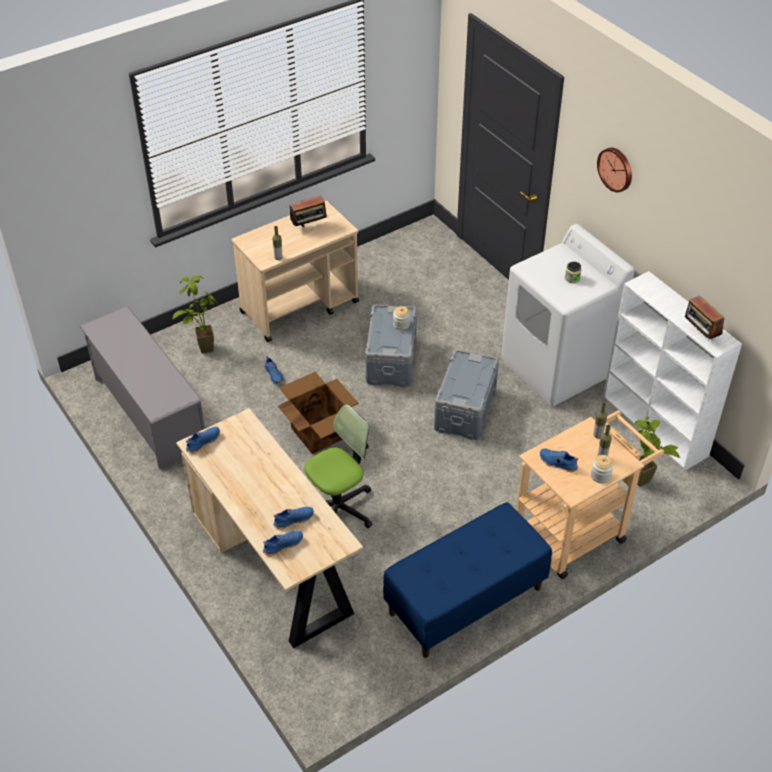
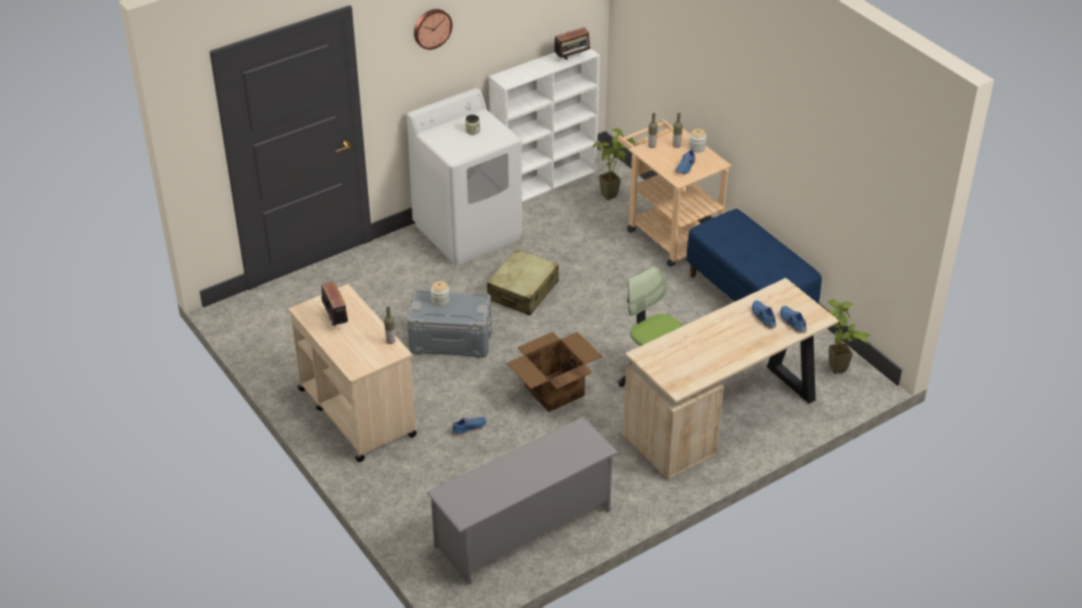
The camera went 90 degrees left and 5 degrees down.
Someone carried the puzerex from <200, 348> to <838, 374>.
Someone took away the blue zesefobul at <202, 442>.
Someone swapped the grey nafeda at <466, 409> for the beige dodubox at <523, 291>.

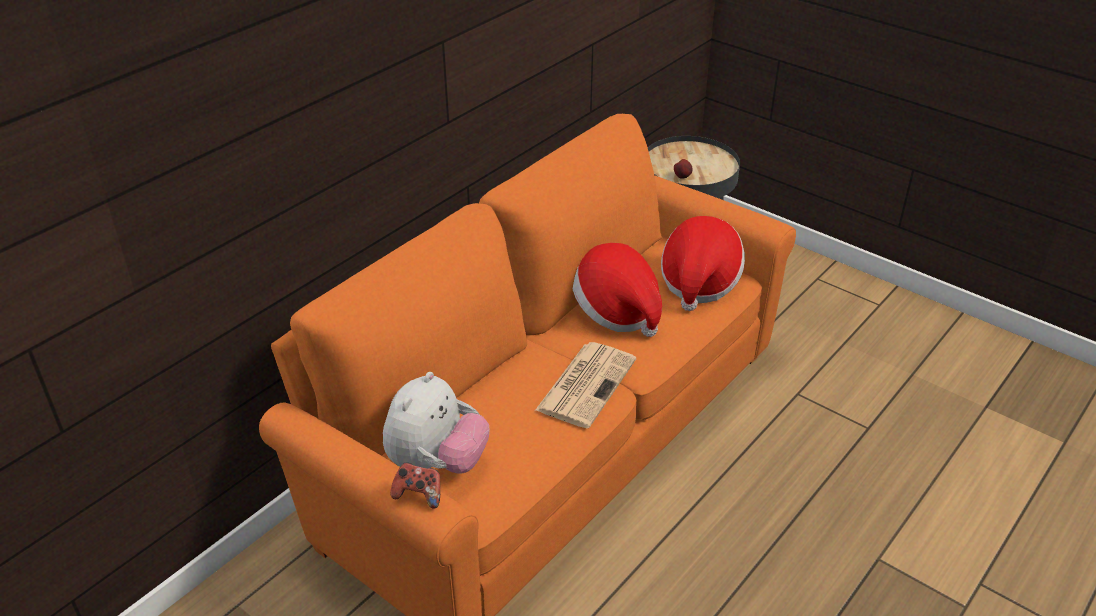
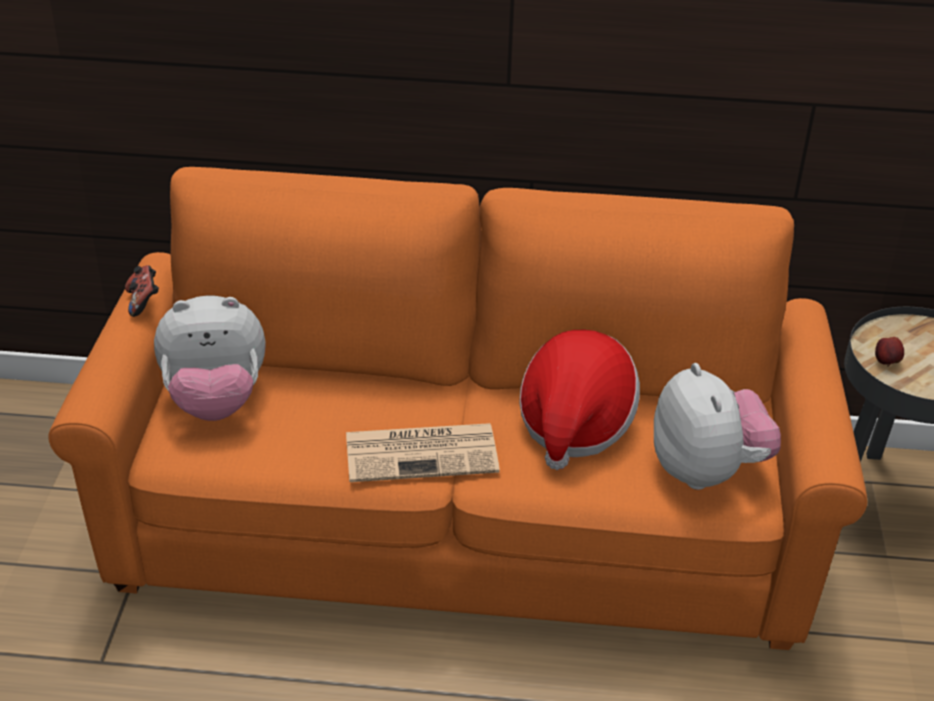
The camera went 55 degrees right and 0 degrees up.
Someone carried the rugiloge from <419, 494> to <143, 302>.
Someone swapped the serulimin at <699, 282> for the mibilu at <707, 471>.

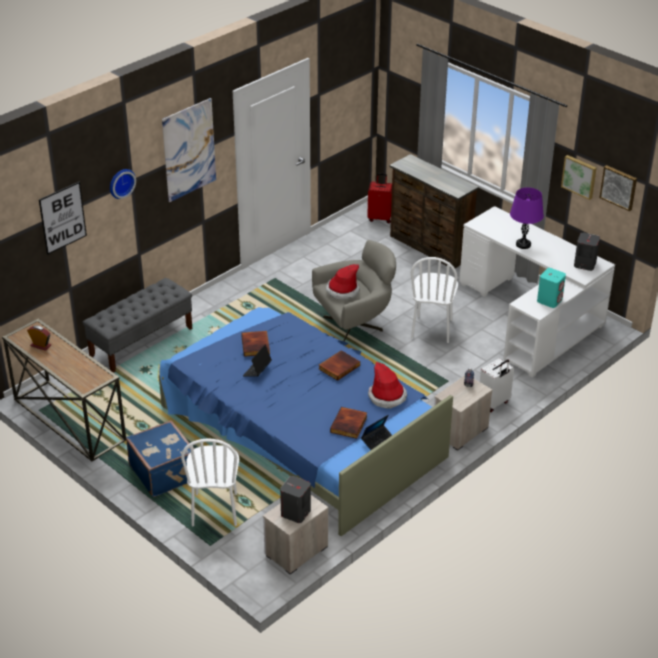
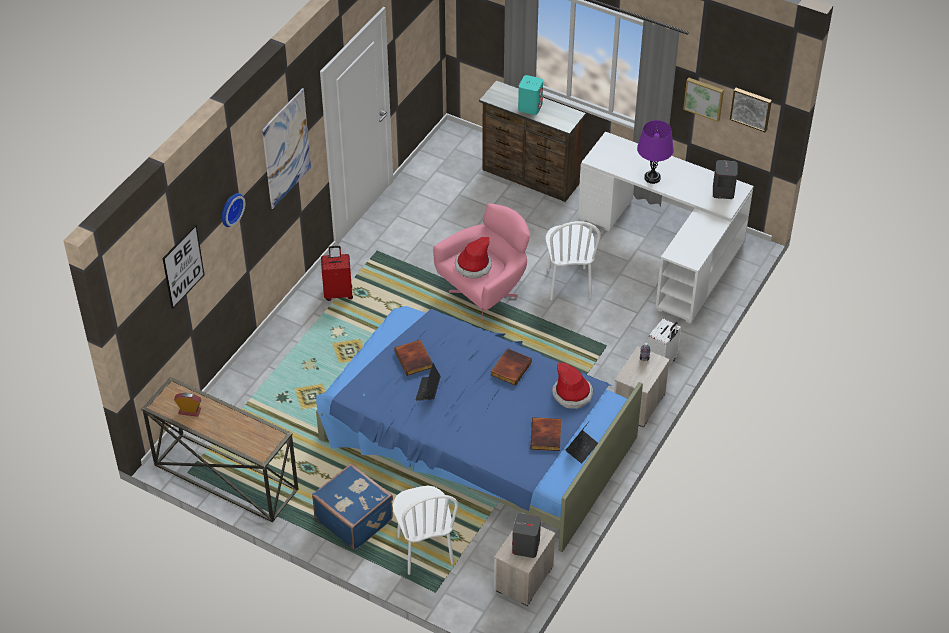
The camera went 15 degrees left and 10 degrees up.
Someone took away the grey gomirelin at <141, 342>.
Someone repainted the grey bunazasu at <355, 324>, which became the pink bunazasu at <485, 293>.
Someone carried the red dodubox from <380, 218> to <338, 293>.
Someone carried the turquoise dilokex from <549, 300> to <530, 107>.

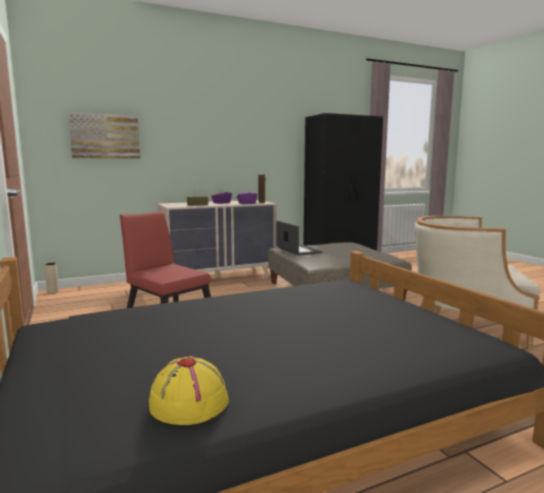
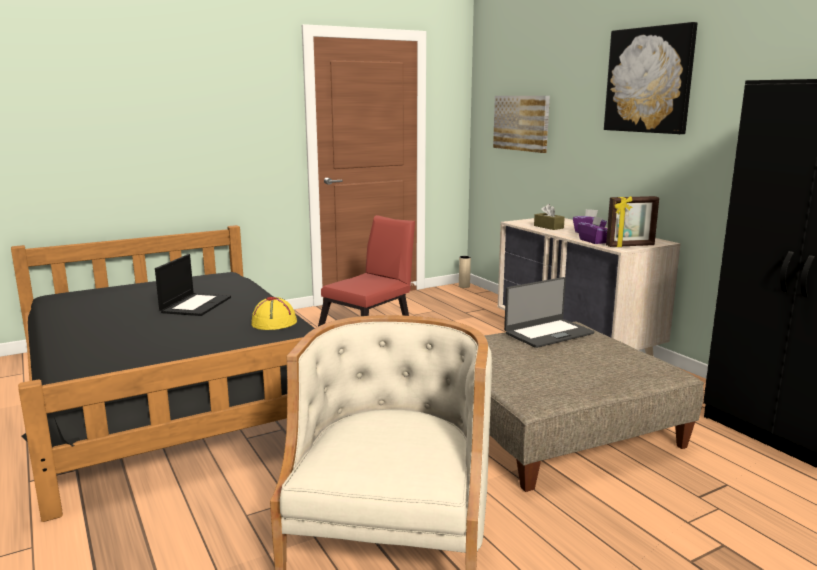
The camera went 85 degrees right and 5 degrees up.
Someone carried the yellow serulimin from <188, 402> to <274, 322>.
Someone put down the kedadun at <196, 305>.
Someone put up the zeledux at <649, 80>.

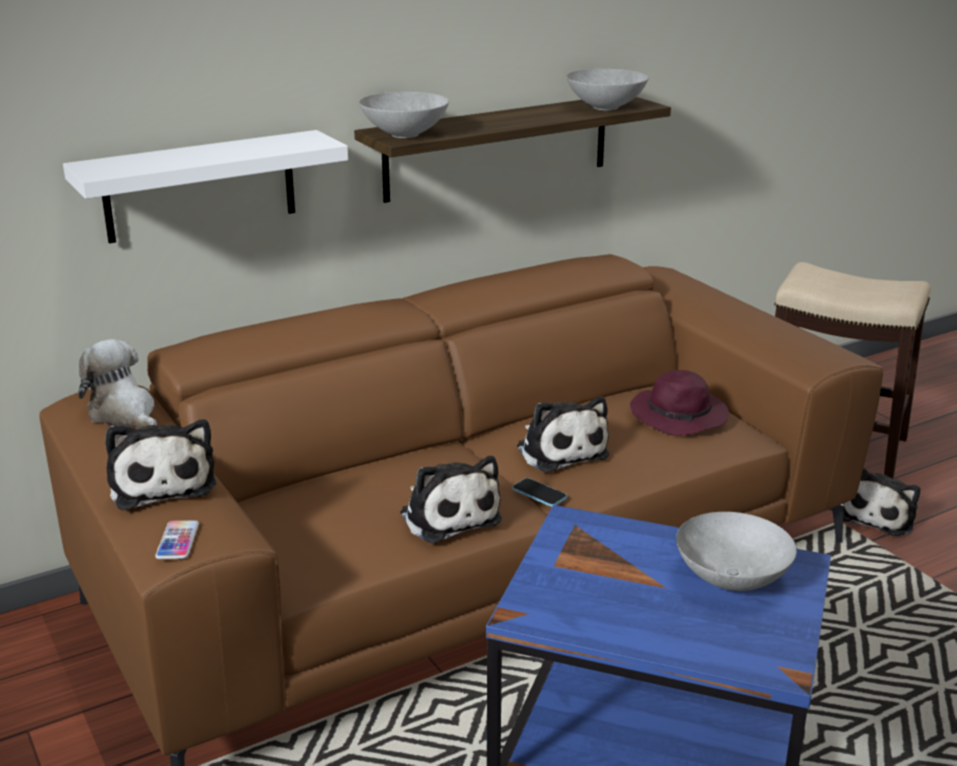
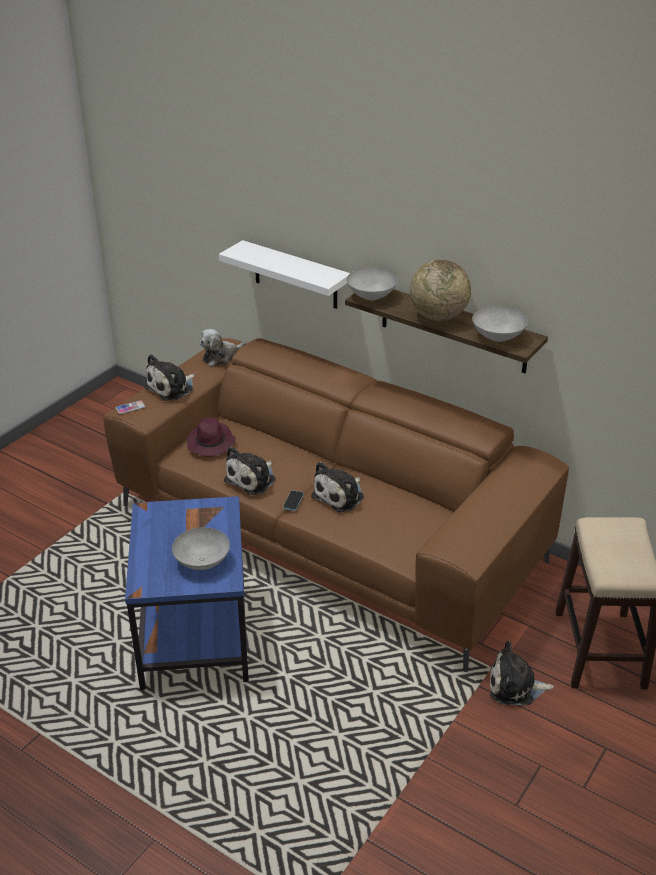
The camera went 65 degrees right and 10 degrees up.
Someone rotated the mibilu at <124, 414> by 150 degrees counterclockwise.
Someone carried the purple serulimin from <680, 416> to <211, 443>.
Someone put down the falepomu at <438, 316>.

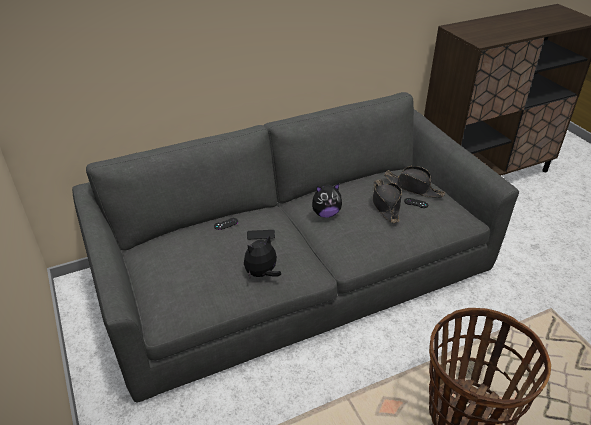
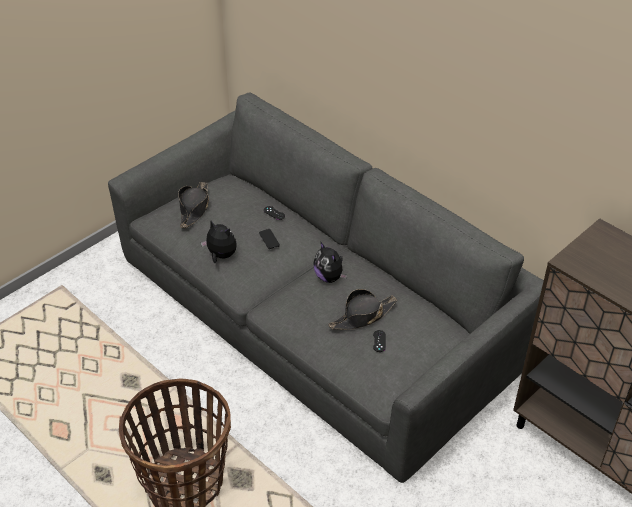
The camera went 70 degrees right and 5 degrees up.
Someone carried the black serulimin from <413, 187> to <194, 208>.

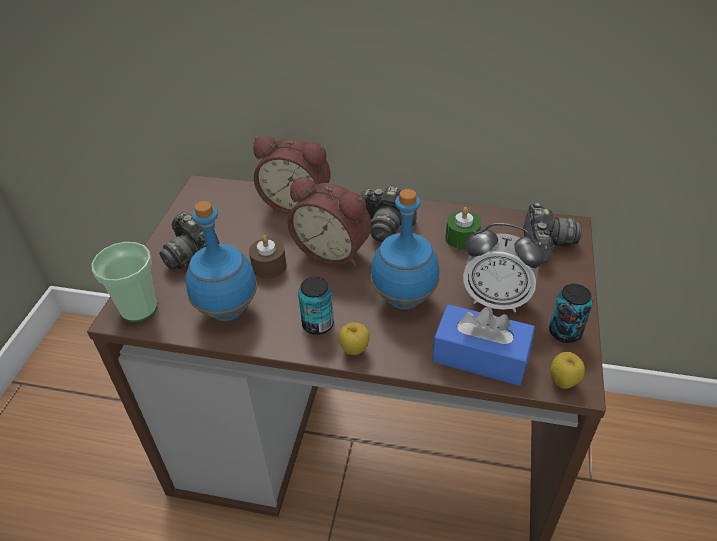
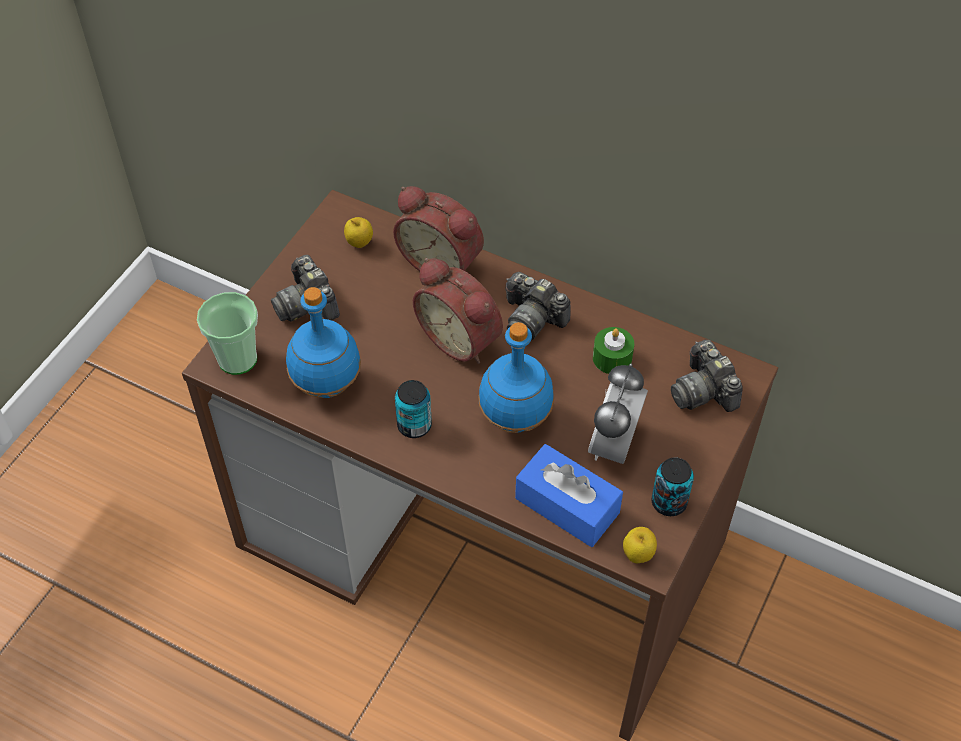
The camera went 15 degrees right and 10 degrees up.
Someone took away the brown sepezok at <269, 266>.
Someone carried the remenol from <354, 350> to <359, 244>.
Someone rotated the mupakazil at <496, 299> by 75 degrees clockwise.
Someone rotated the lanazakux at <545, 245> by 135 degrees clockwise.

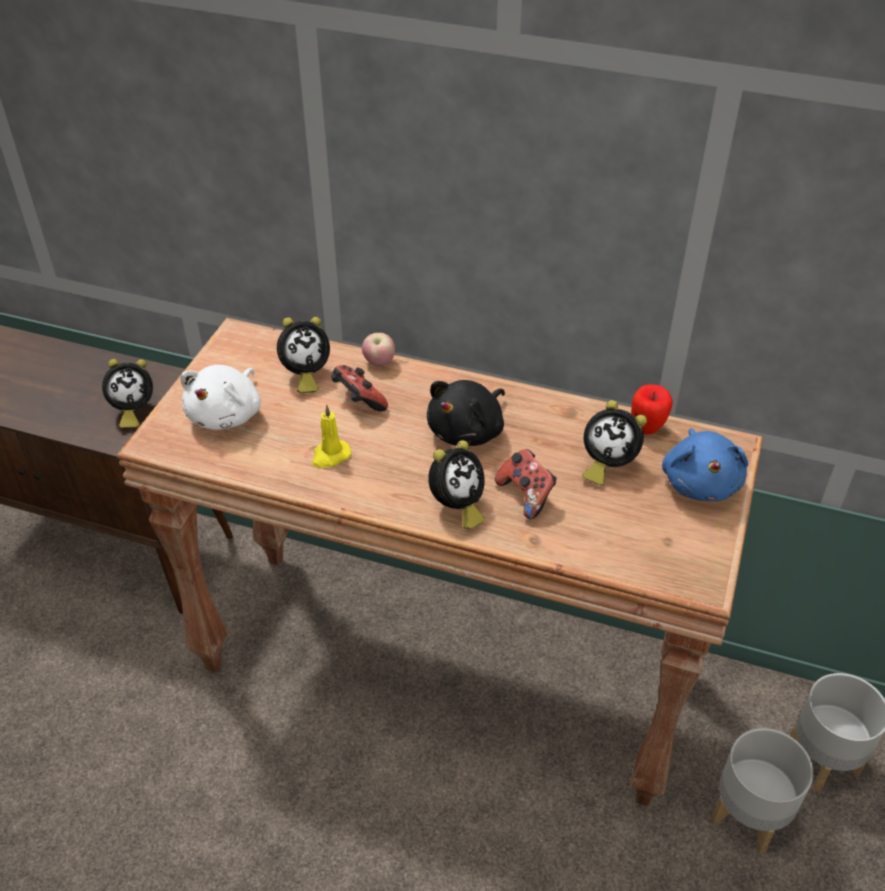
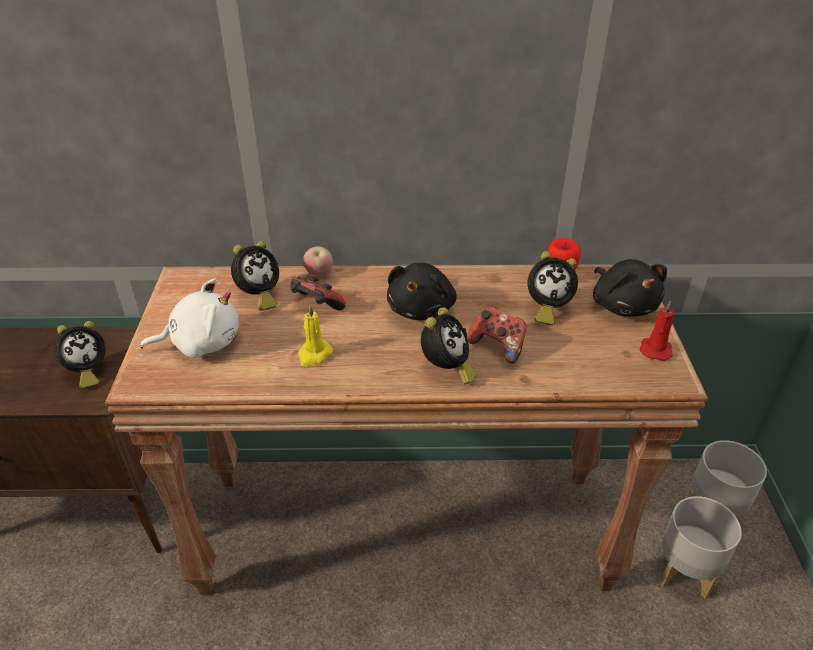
The camera went 20 degrees left and 5 degrees down.
Someone rotated the white mibilu at <227, 414> by 105 degrees counterclockwise.
Someone repainted the blue mibilu at <700, 482>, which became the black mibilu at <623, 305>.
Someone put down the red sepezok at <655, 349>.

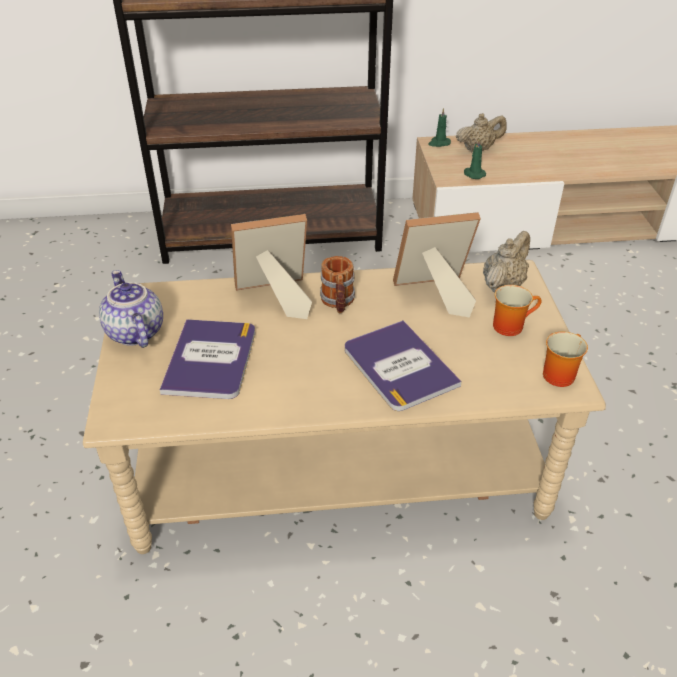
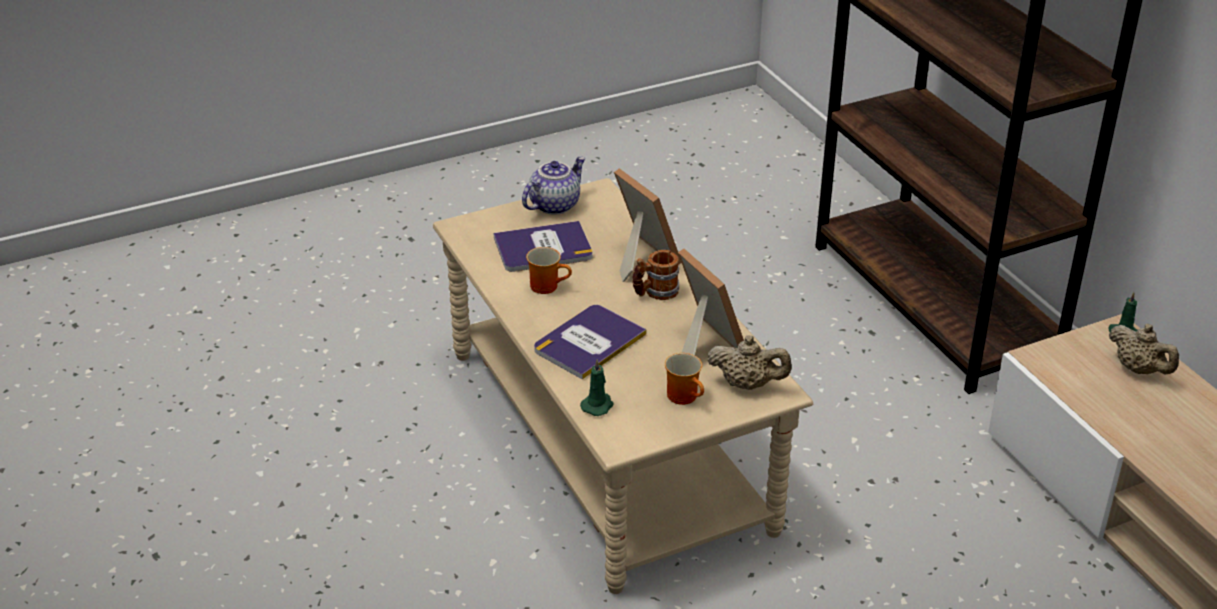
The camera went 70 degrees right and 5 degrees down.
Someone carried the green sepezok from <473, 174> to <598, 405>.
Someone carried the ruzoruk from <558, 372> to <548, 285>.

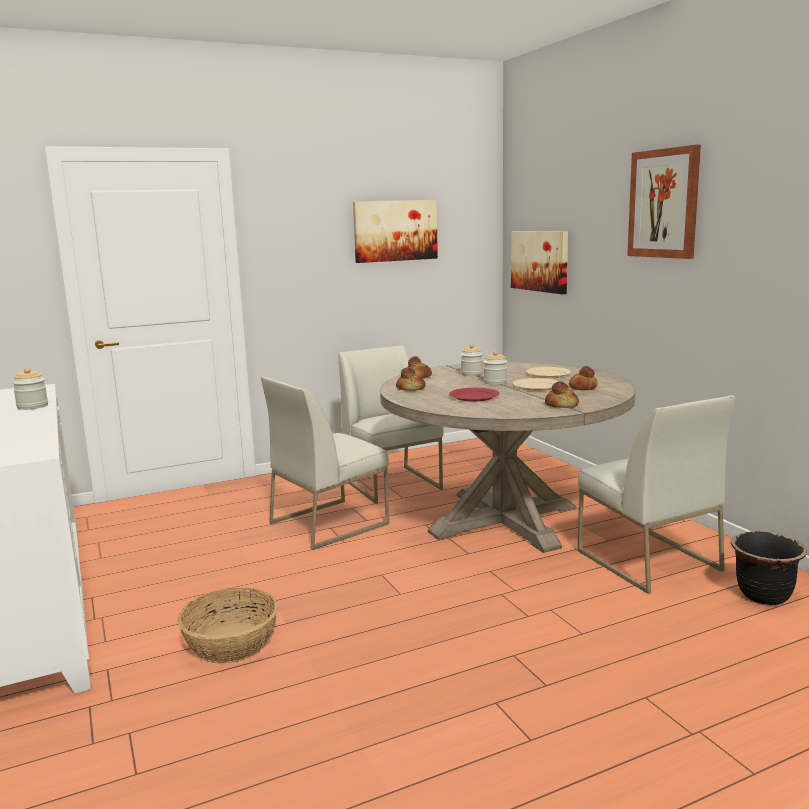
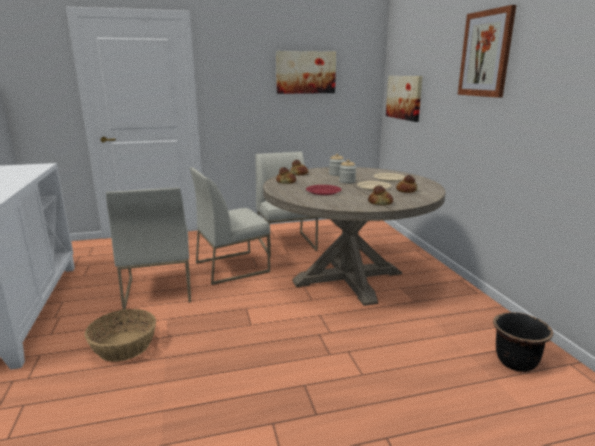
The camera went 10 degrees right and 5 degrees up.
Someone took away the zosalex at <32, 406>.
Someone carried the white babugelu from <646, 560> to <158, 289>.

